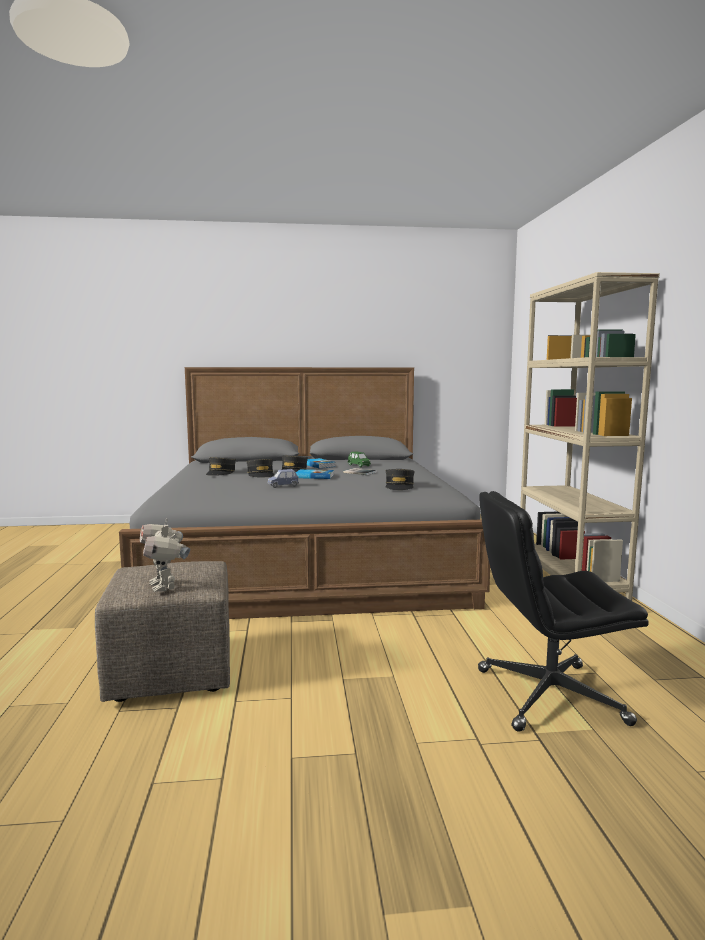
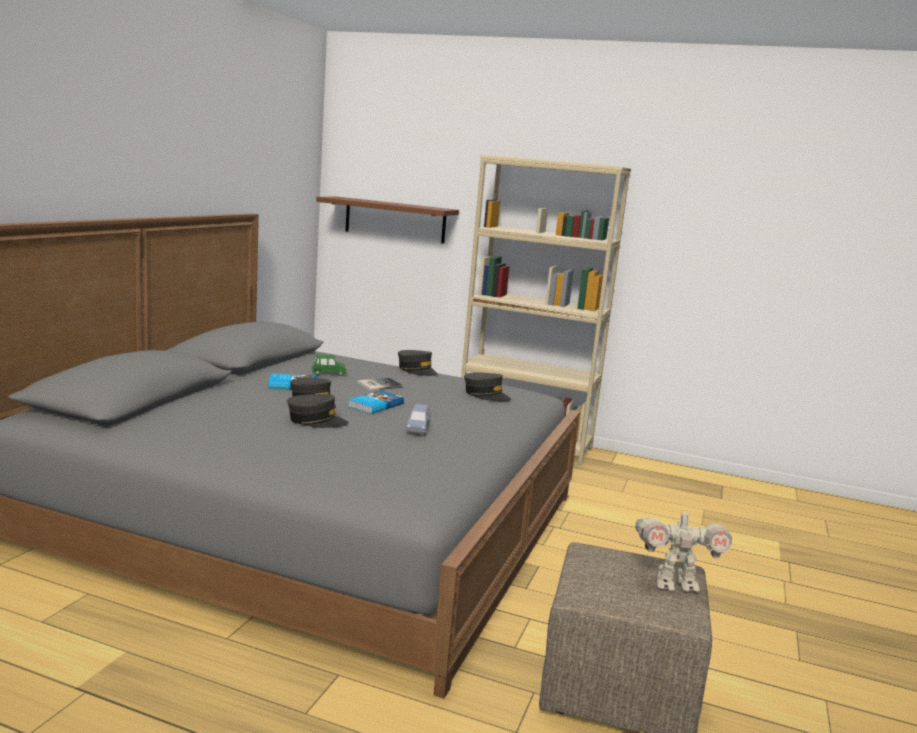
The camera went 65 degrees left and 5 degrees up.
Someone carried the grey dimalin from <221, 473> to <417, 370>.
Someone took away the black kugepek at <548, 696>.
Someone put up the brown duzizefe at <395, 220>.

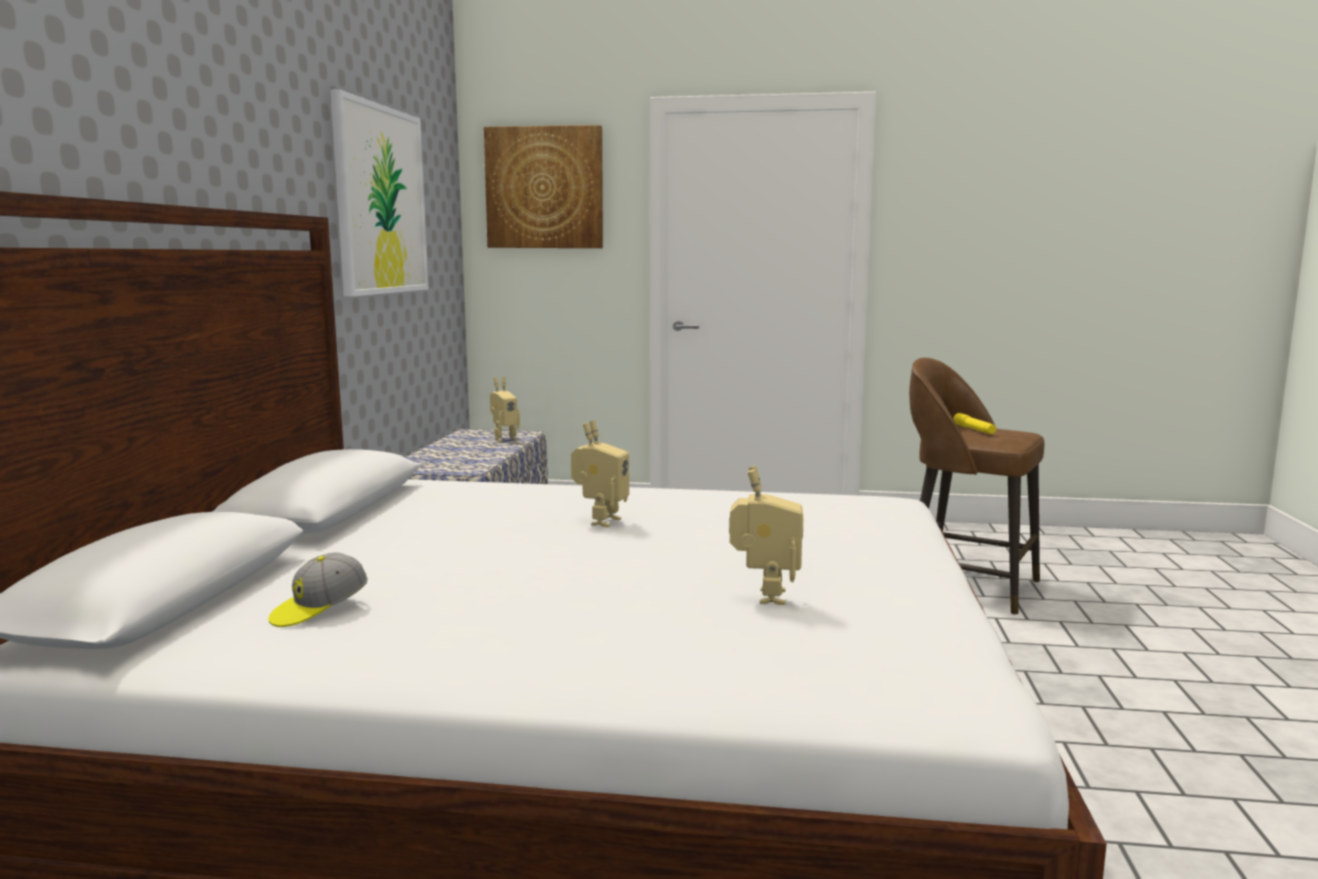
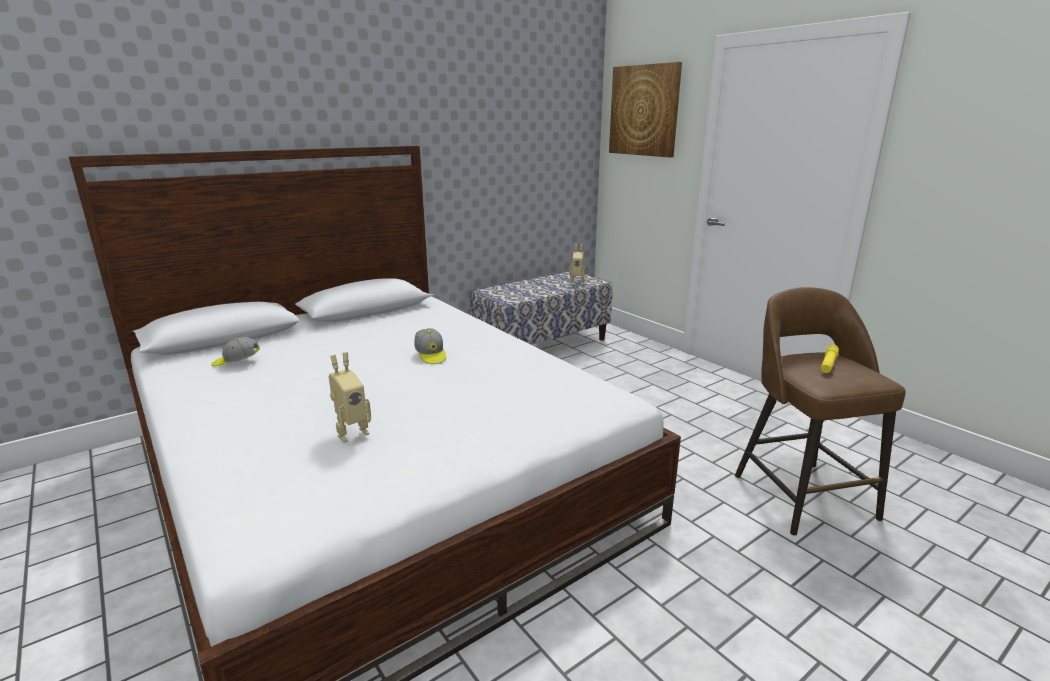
The camera went 45 degrees right and 10 degrees up.
Someone took away the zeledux at <380, 200>.
Someone swapped the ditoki at <600, 521> for the dimalin at <431, 355>.

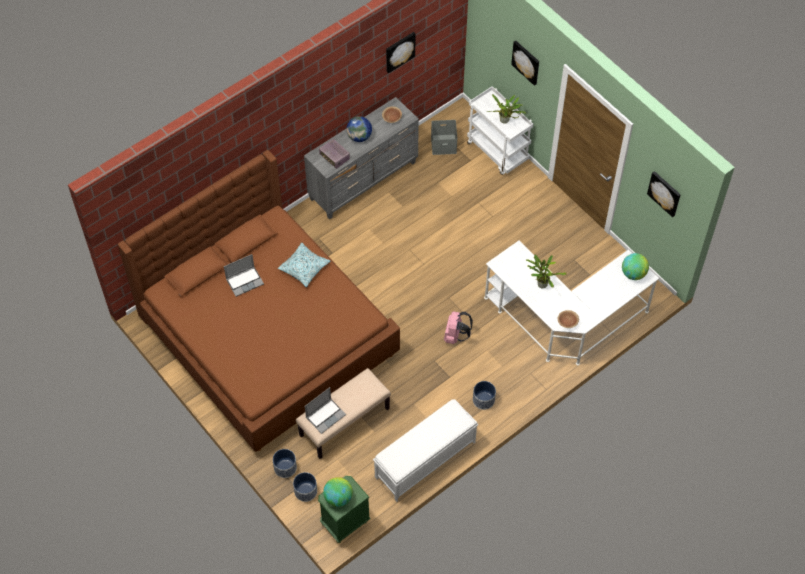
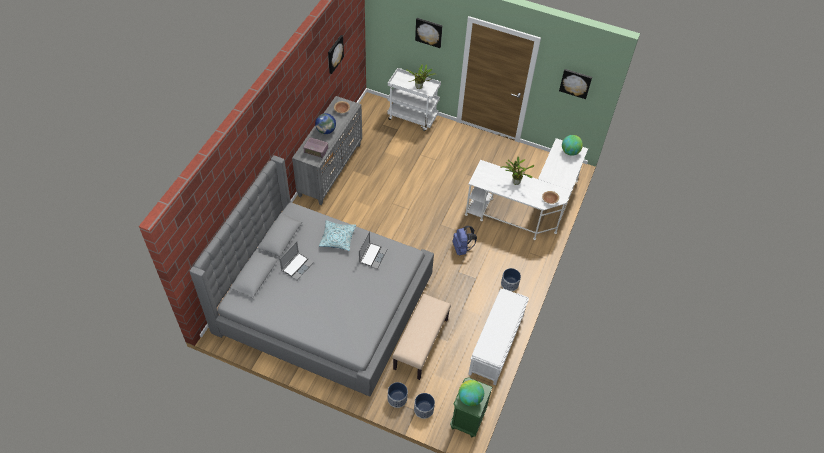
The camera went 30 degrees left and 5 degrees down.
Someone repainted the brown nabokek at <267, 334>, which became the grey nabokek at <323, 304>.
Someone carried the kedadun from <325, 415> to <372, 256>.
Someone took away the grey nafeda at <444, 144>.
Someone repainted the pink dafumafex at <456, 336>, which became the blue dafumafex at <462, 248>.

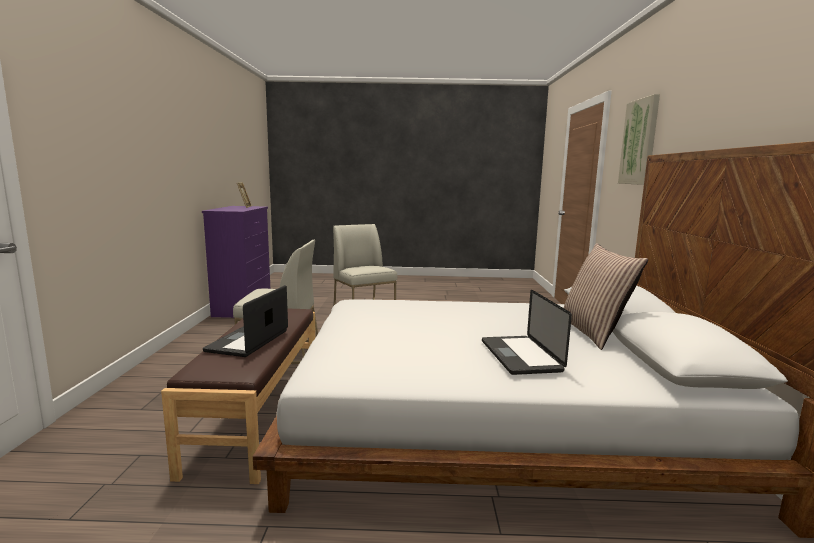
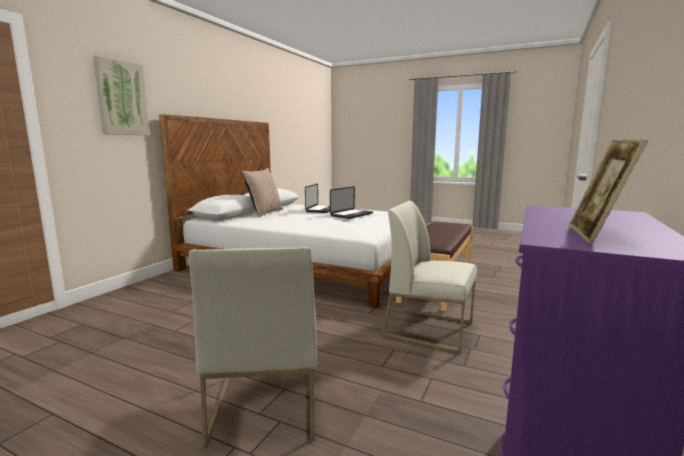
The camera went 155 degrees left and 0 degrees up.
Someone carried the kedadun from <248, 341> to <351, 215>.

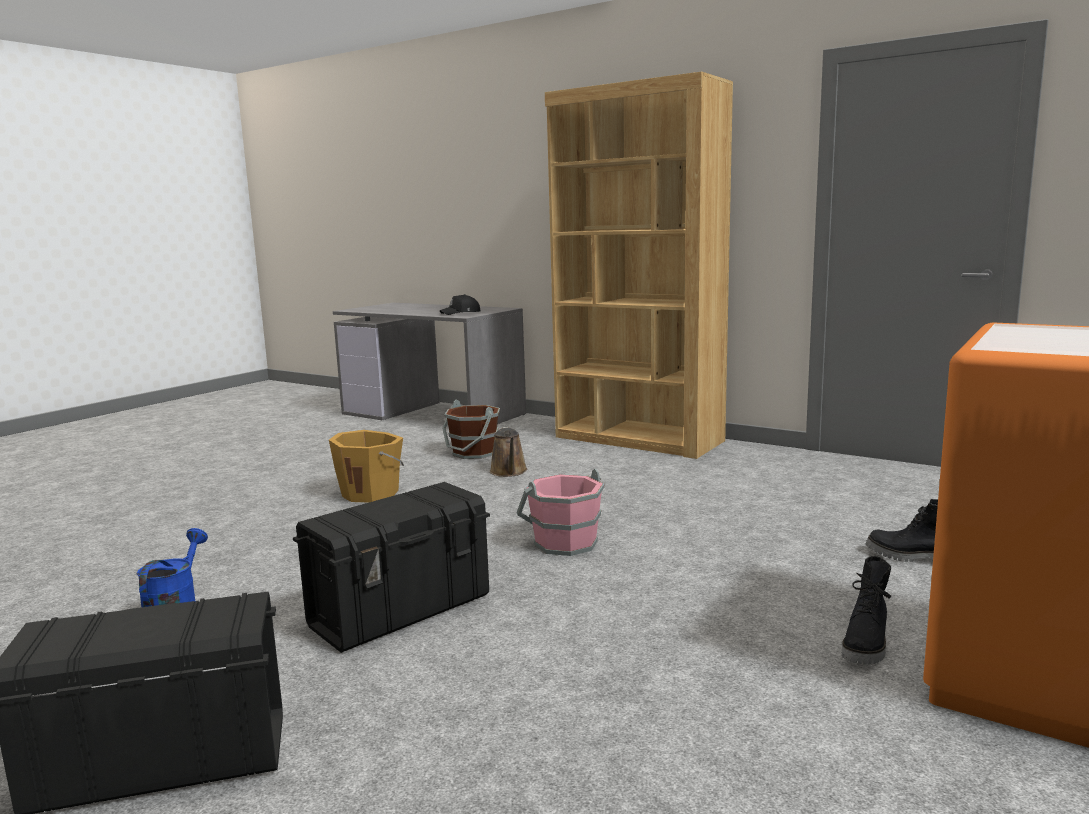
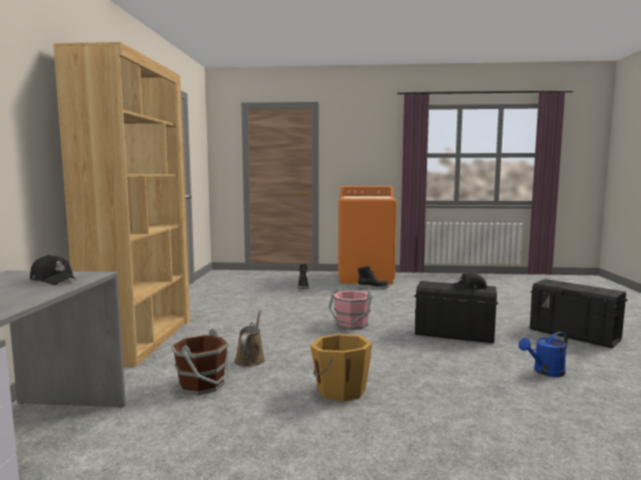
The camera went 120 degrees left and 5 degrees down.
Someone rotated the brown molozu at <509, 472> by 45 degrees counterclockwise.
Someone put down the black dimalin at <469, 288>.

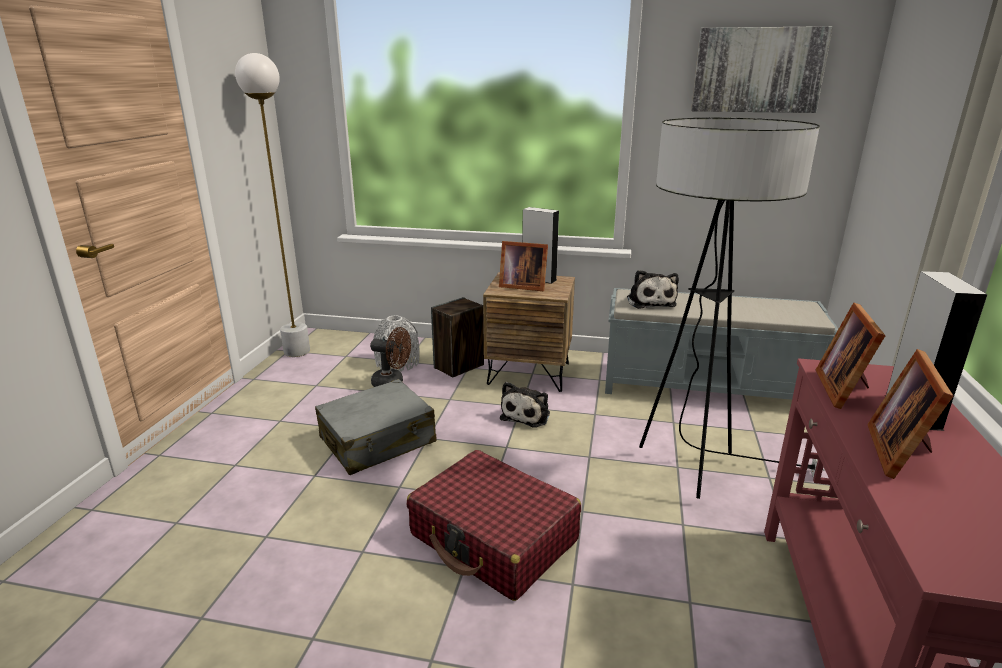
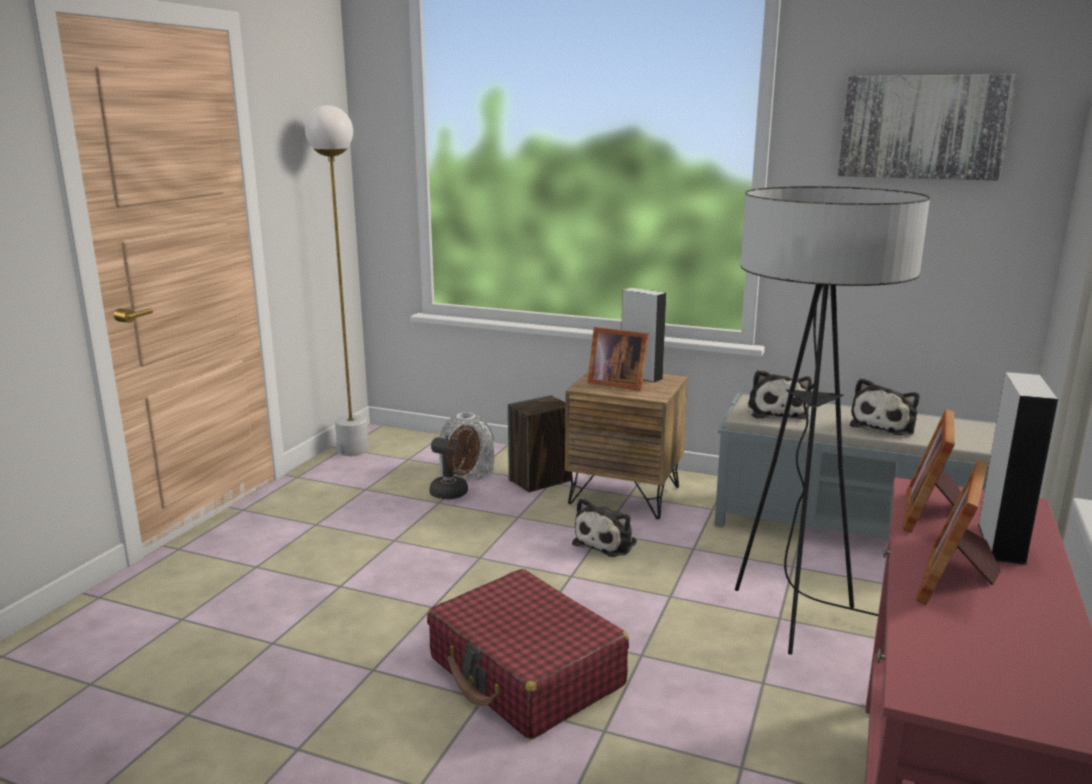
The camera went 10 degrees right and 5 degrees down.
Someone took away the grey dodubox at <378, 441>.
Someone put down the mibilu at <884, 425>.

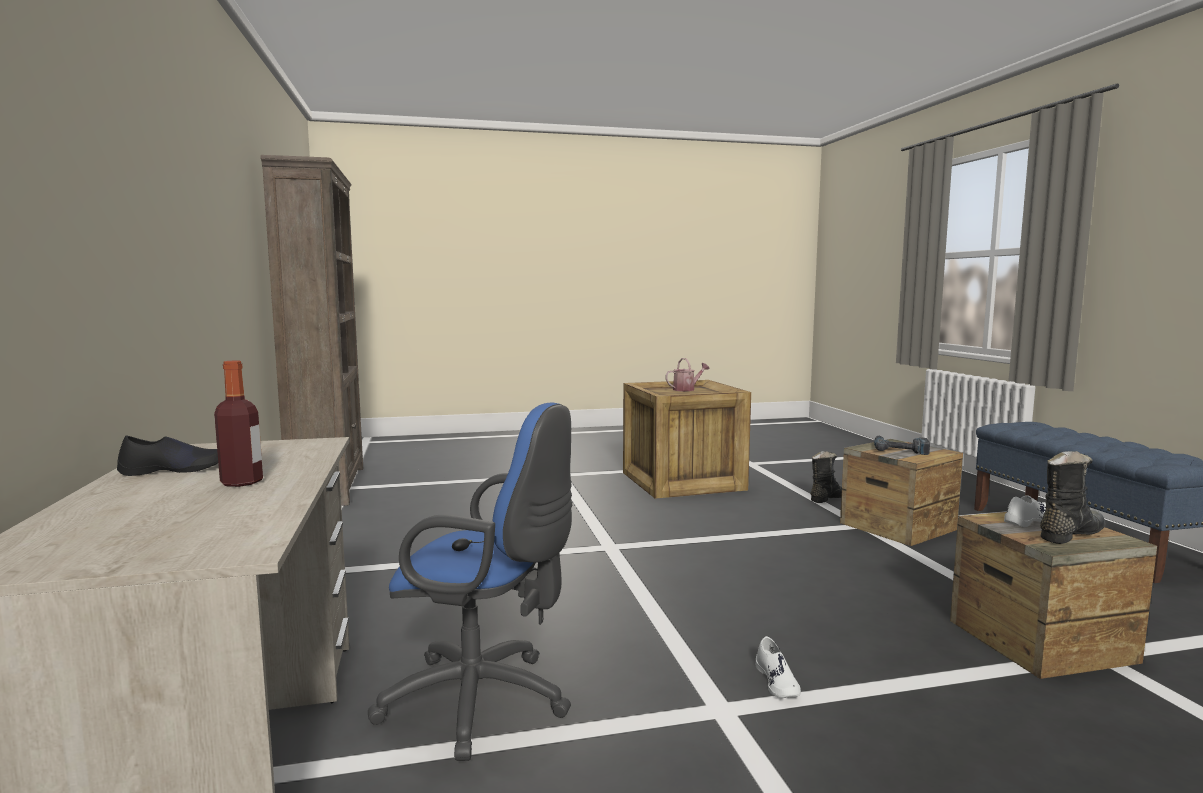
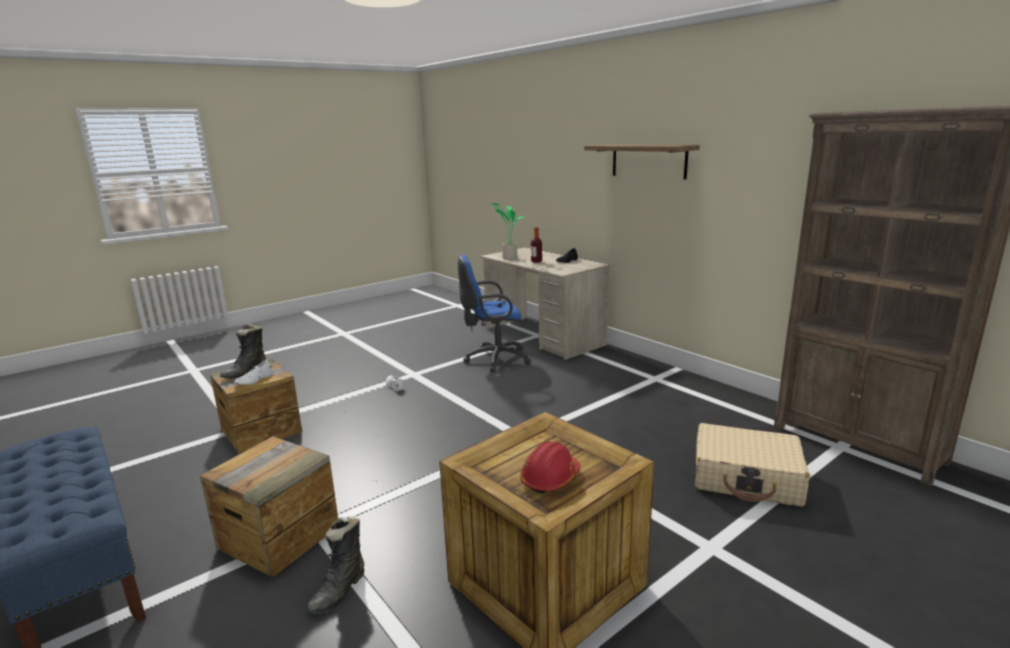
The camera went 155 degrees right and 10 degrees up.
Someone swapped the molozu at <686, 389> for the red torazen at <550, 478>.
Someone took away the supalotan at <900, 449>.
Someone put down the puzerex at <509, 258>.
Someone put up the duzizefe at <648, 161>.
Someone put down the beige dodubox at <746, 478>.

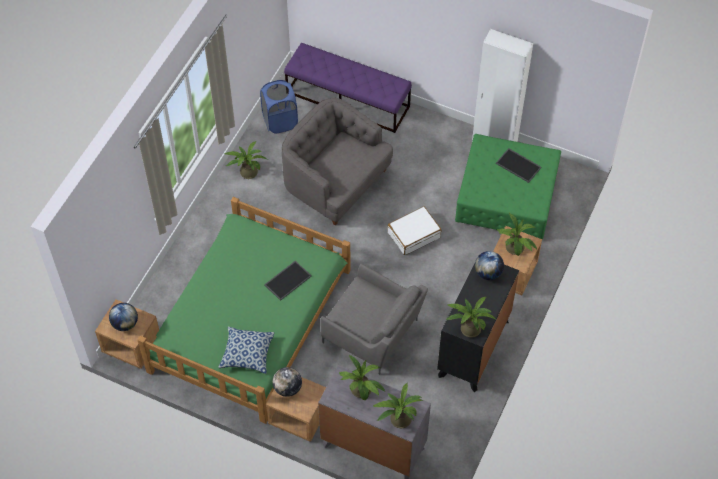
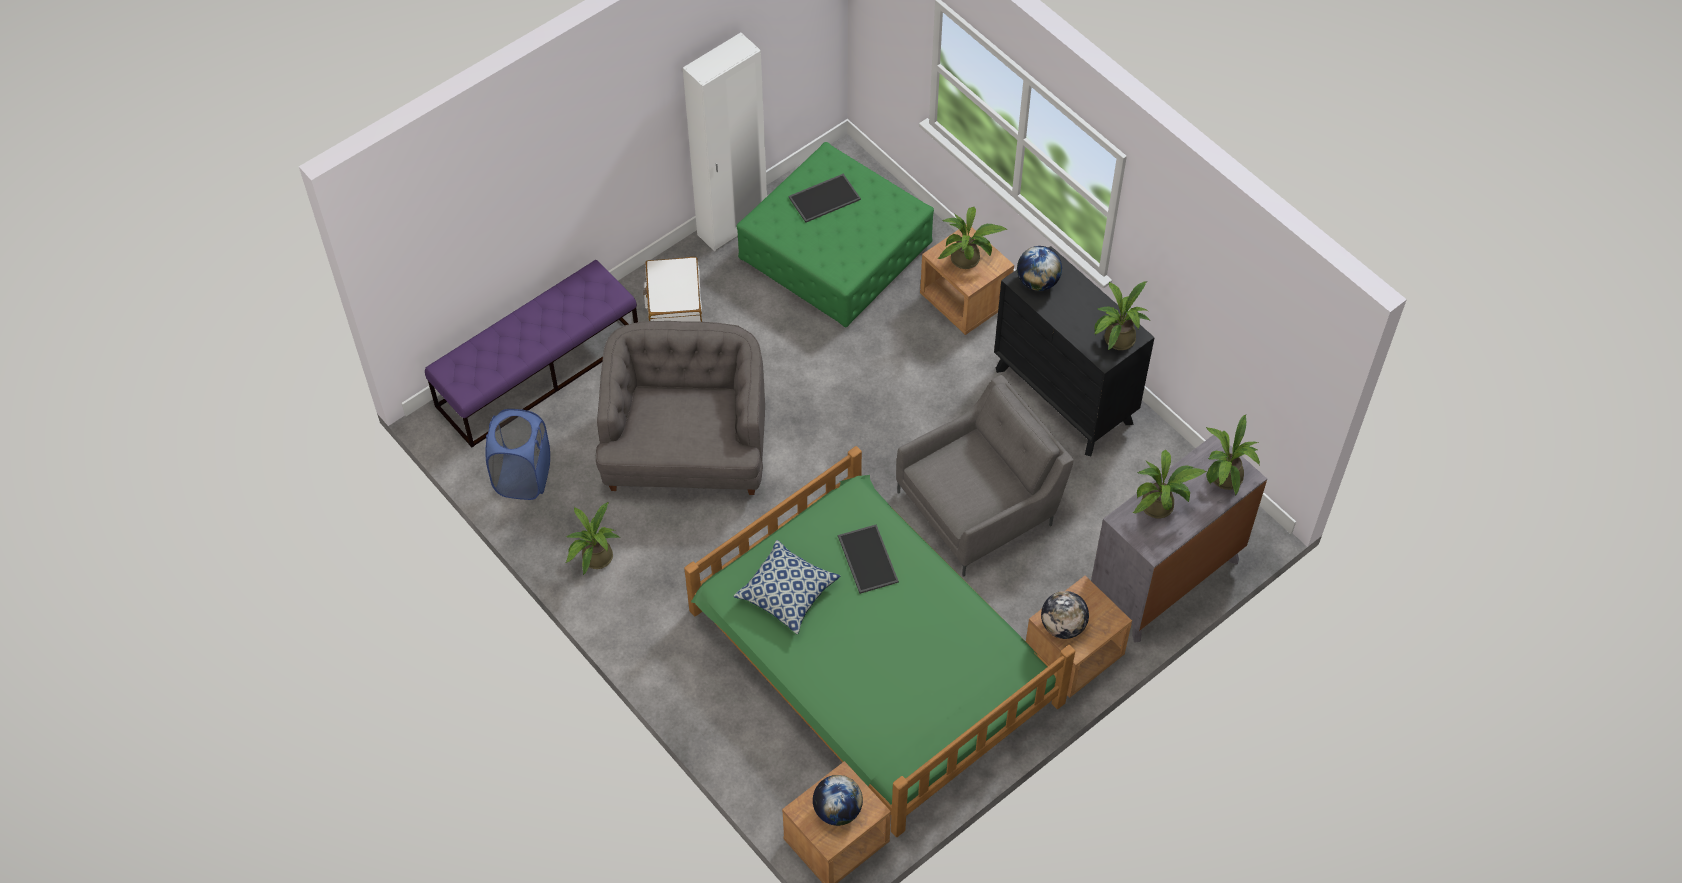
The camera went 65 degrees left and 0 degrees up.
Someone carried the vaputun from <247, 354> to <787, 593>.
Someone rotated the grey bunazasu at <336, 182> by 120 degrees clockwise.
Someone carried the white dodubox from <413, 234> to <674, 300>.

